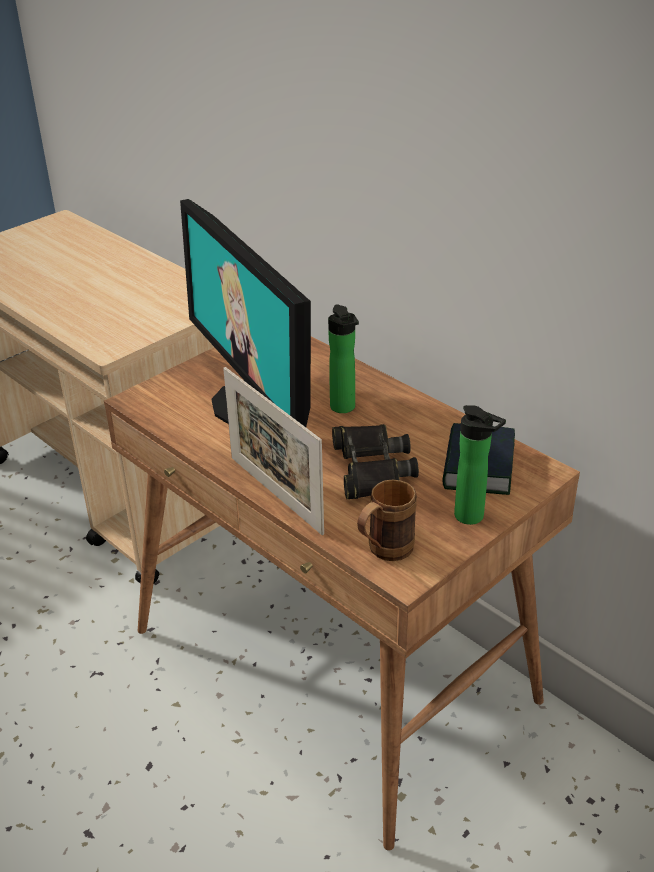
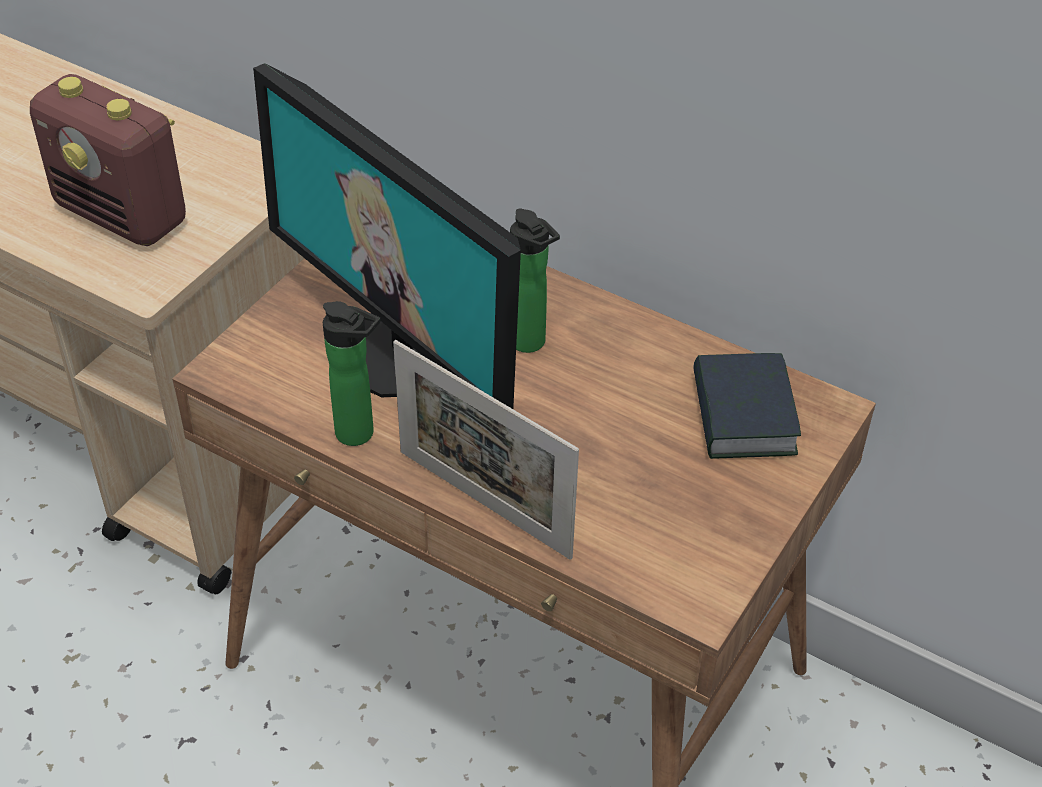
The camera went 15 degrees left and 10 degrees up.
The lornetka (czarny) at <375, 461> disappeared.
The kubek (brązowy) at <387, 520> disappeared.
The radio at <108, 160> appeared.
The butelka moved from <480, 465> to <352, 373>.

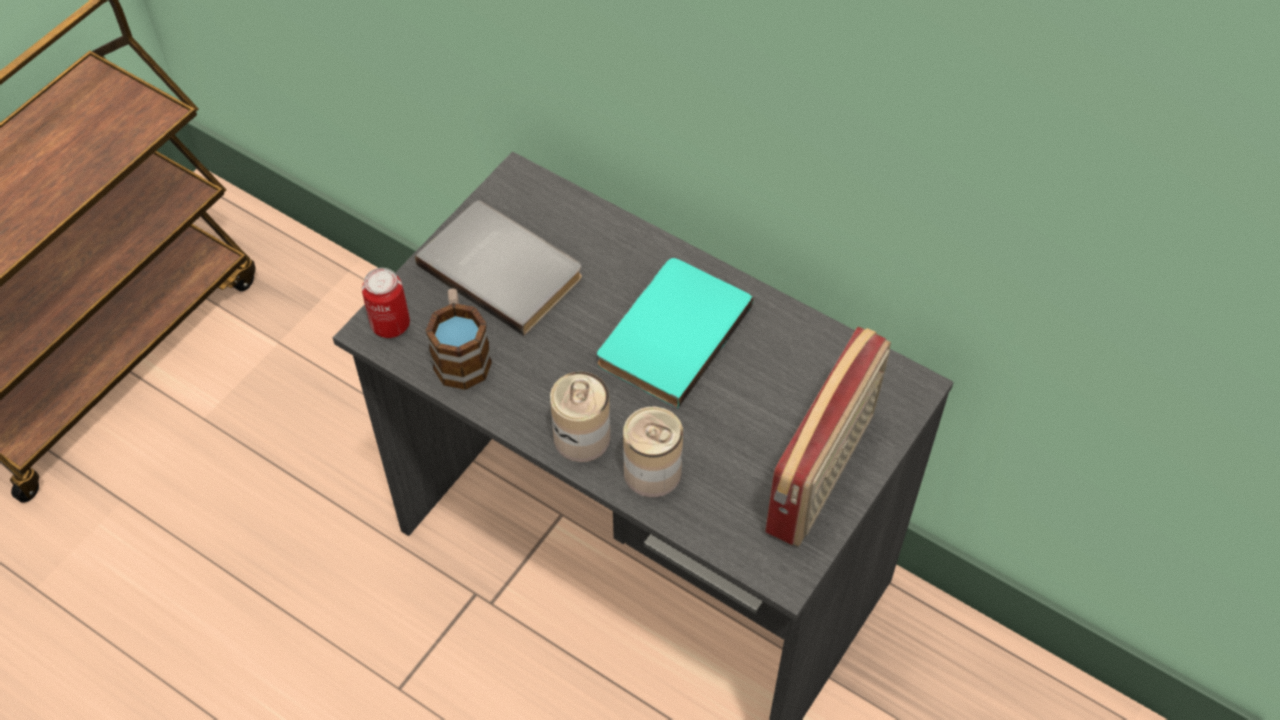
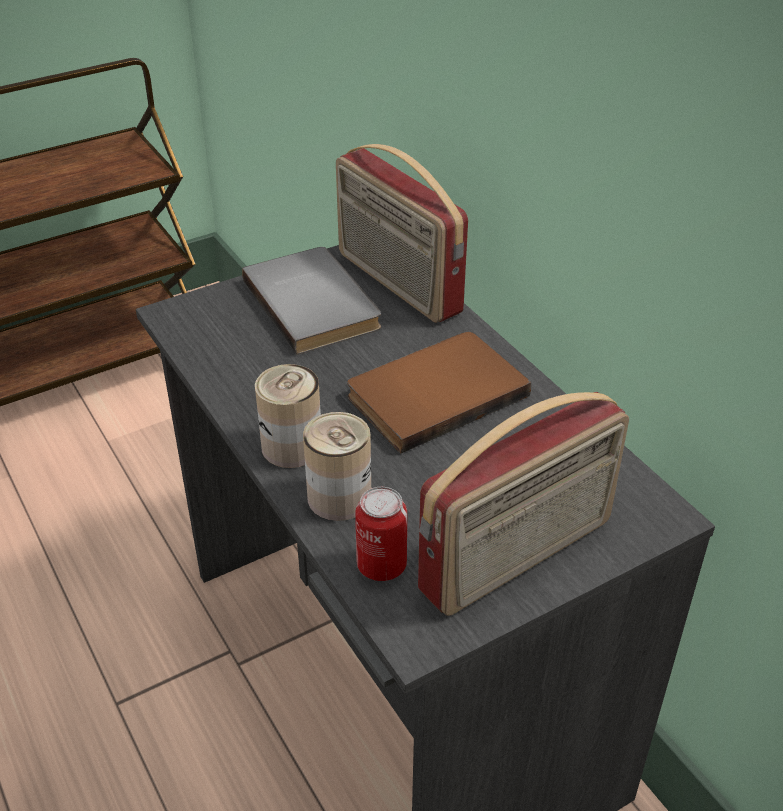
The camera went 25 degrees right and 15 degrees down.
The kubek at <459, 339> disappeared.
The radio at <402, 233> appeared.
The puszka moved from <386, 303> to <381, 534>.
The książka (turkusowy) at <675, 333> became the książka (brązowy) at <439, 392>.

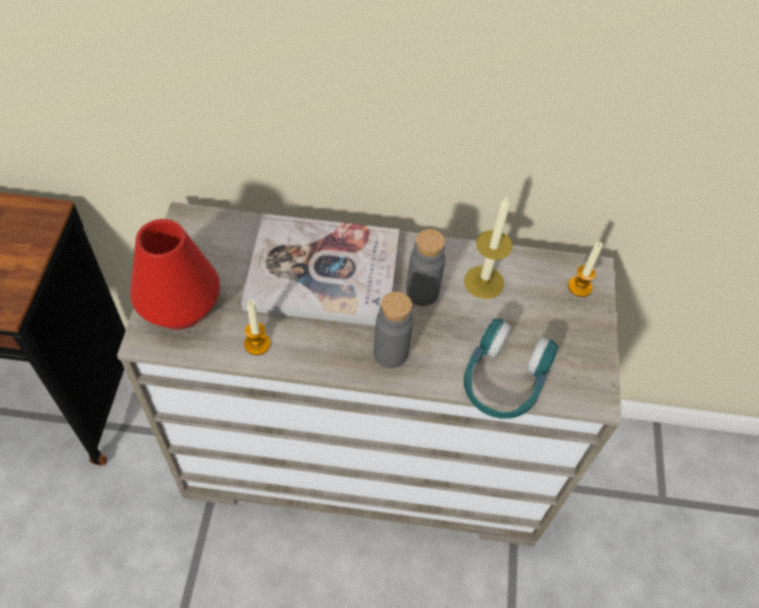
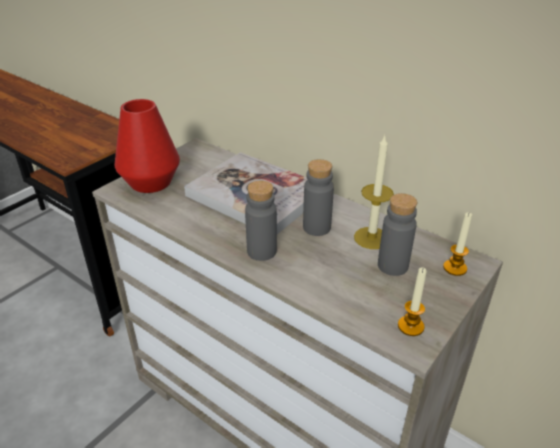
The camera went 35 degrees right and 20 degrees down.
The słuchawki (turkusowy) at <511, 368> disappeared.
The butelka (szary) at <397, 234> appeared.
The świeca moved from <257, 327> to <412, 301>.

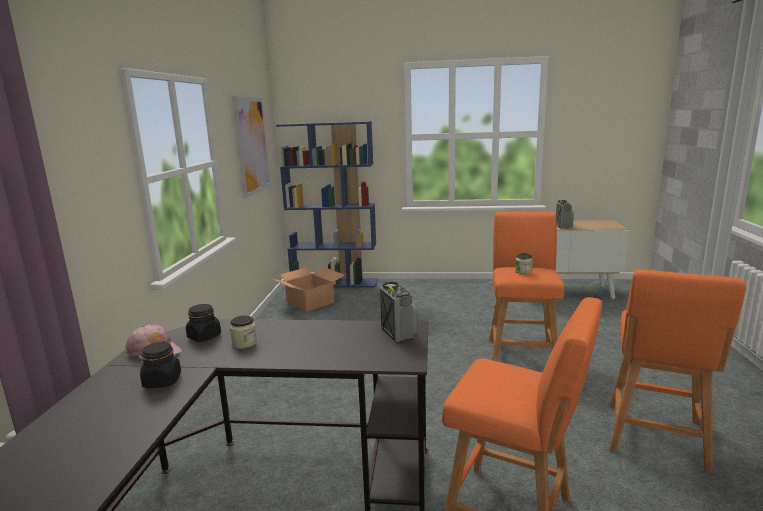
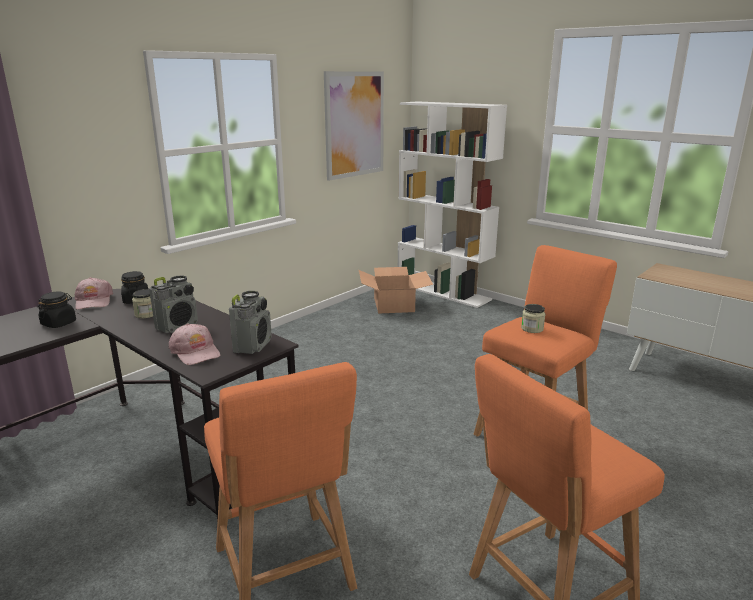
The camera went 35 degrees right and 5 degrees up.
The czapka z daszkiem (różowy) at <194, 344> appeared.
The radio moved from <565, 214> to <173, 304>.
The regał (niebieski) at <327, 204> became the regał (biały) at <452, 204>.

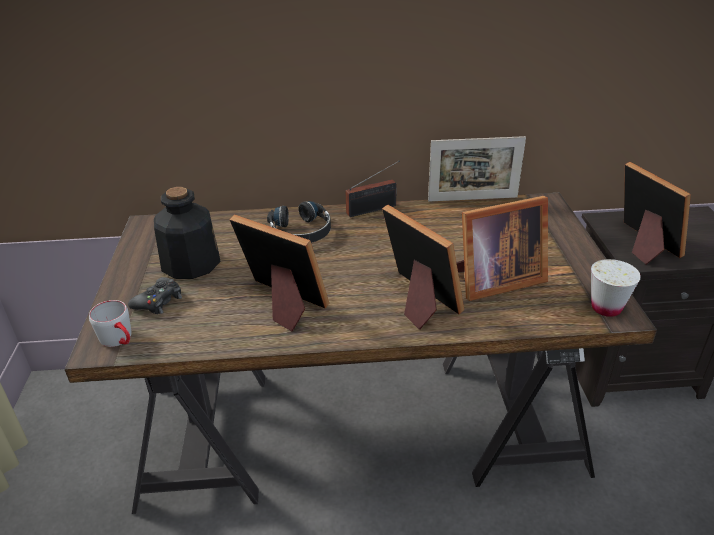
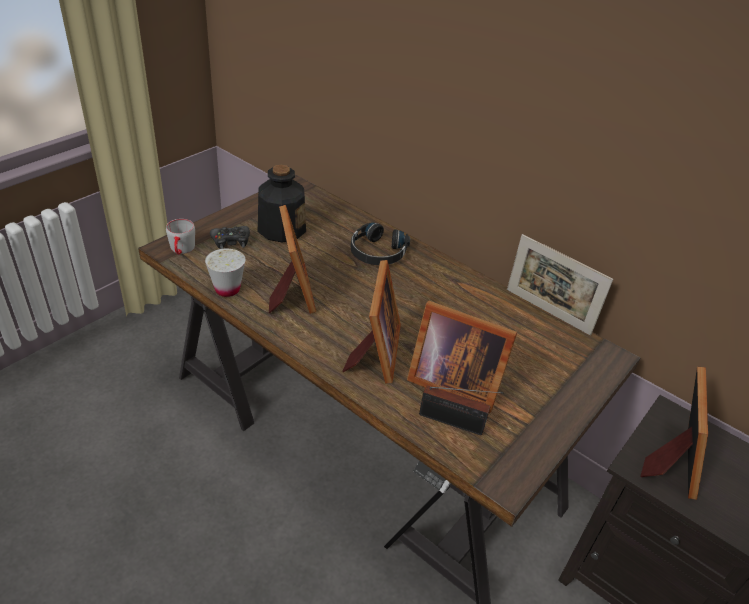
The camera went 40 degrees right and 5 degrees up.
The radio moved from <373, 188> to <461, 410>.
The filiżanka (biały) moved from <616, 288> to <225, 273>.

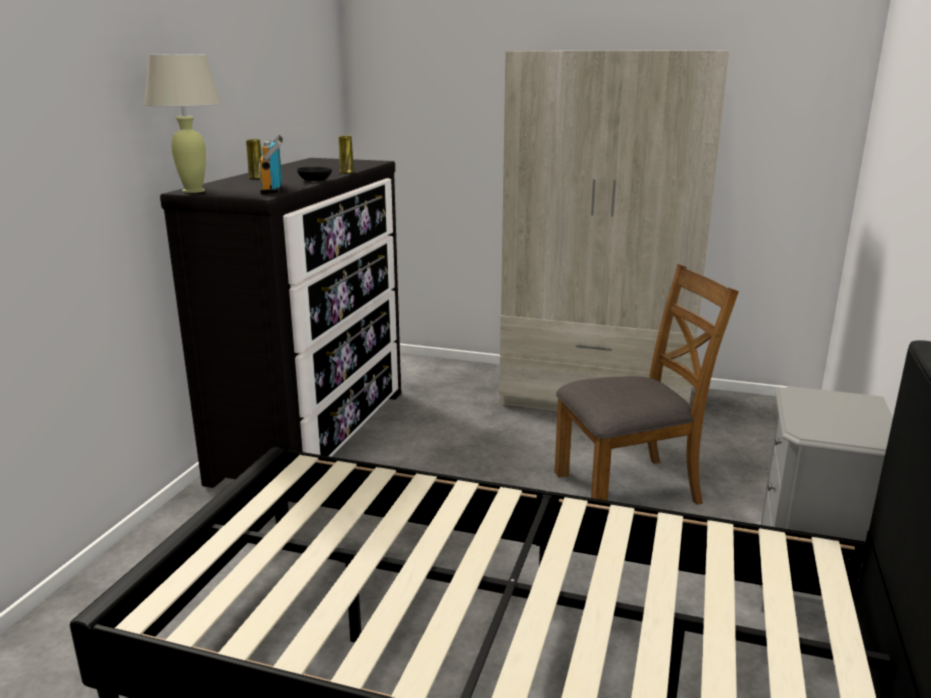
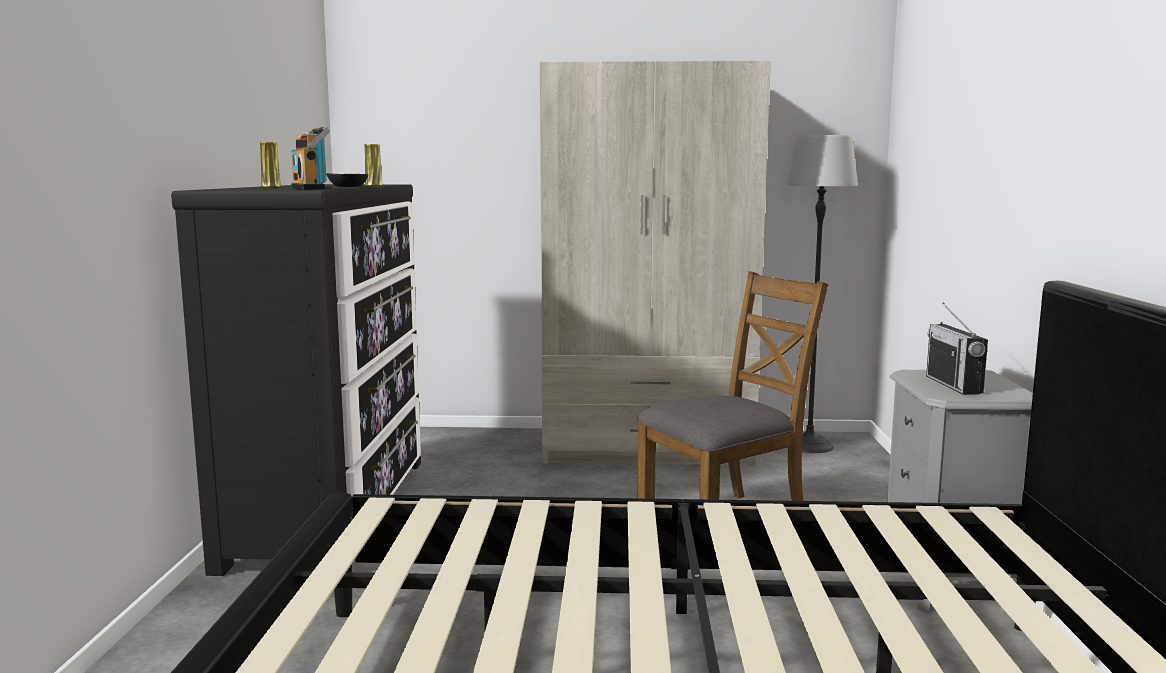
The camera went 15 degrees left and 10 degrees down.
The lampa stołowa (beżowy) at <182, 123> disappeared.
The lampa stojąca at <822, 294> appeared.
The radio at <957, 349> appeared.

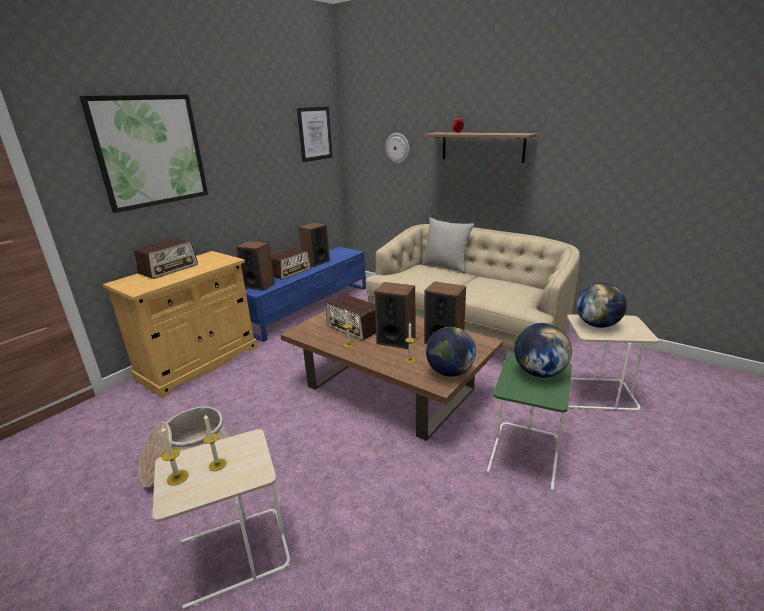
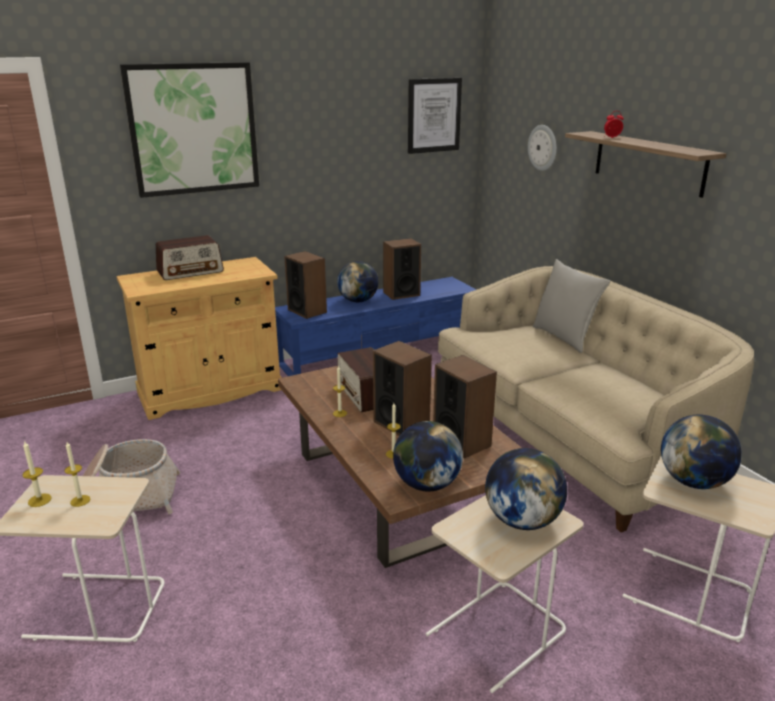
The camera went 25 degrees right and 0 degrees up.
The radio at <291, 264> was replaced by the globus at <357, 281>.
The stolik (zielony) at <529, 422> became the stolik (beżowy) at <504, 594>.

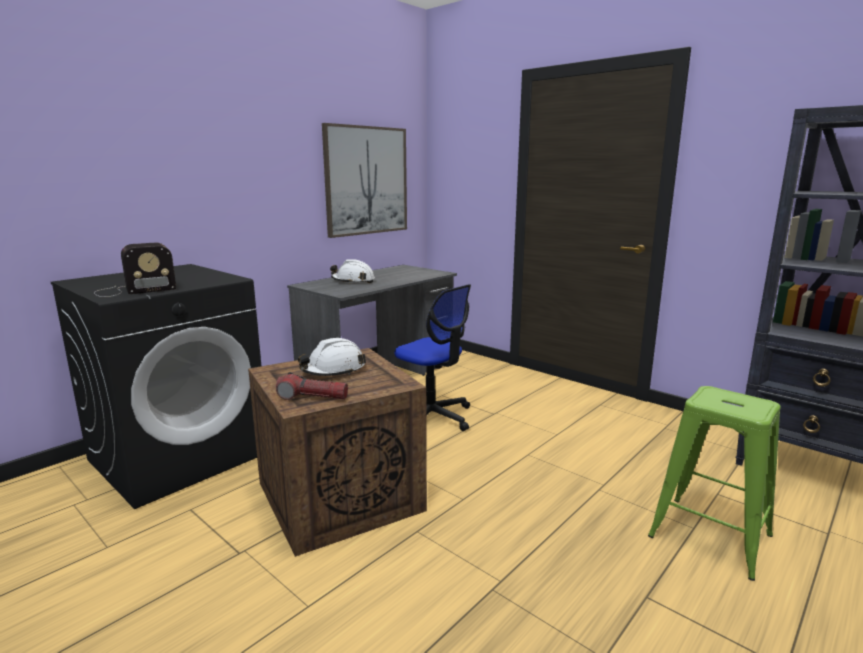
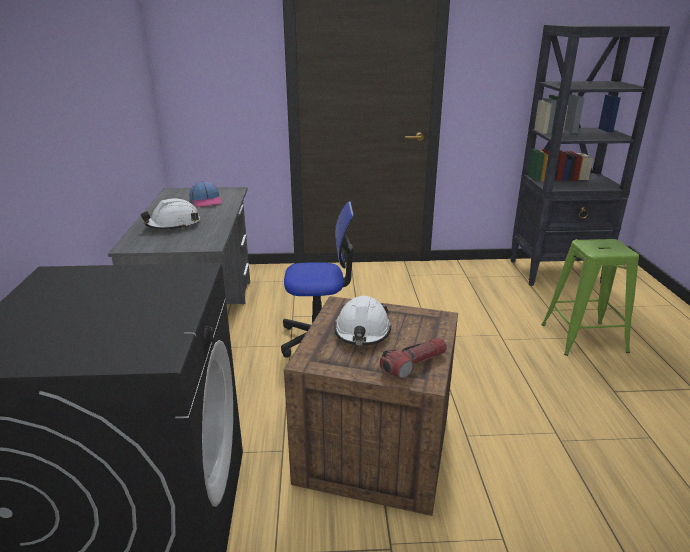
The camera went 45 degrees left and 10 degrees up.
The radio at <135, 270> disappeared.
The obraz at <364, 180> disappeared.
The czapka z daszkiem at <205, 194> appeared.

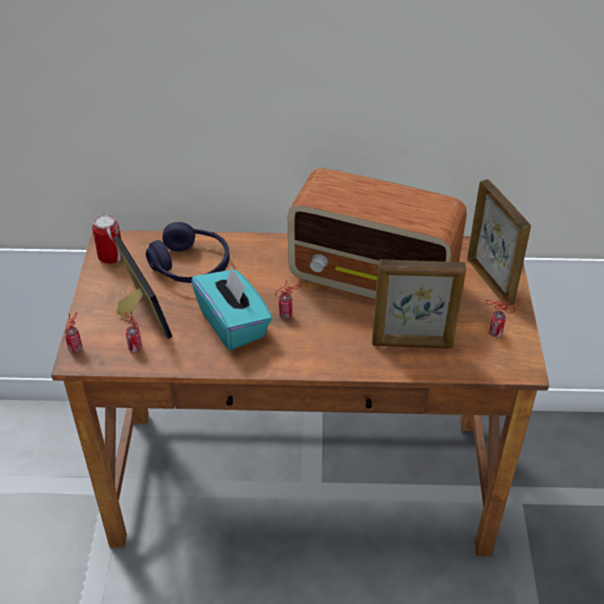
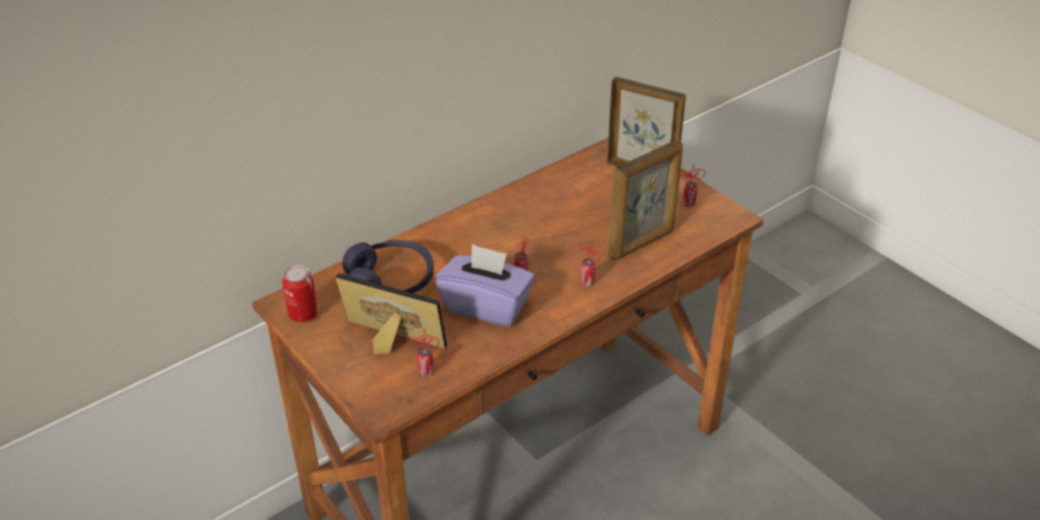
The camera went 40 degrees left and 5 degrees down.
The radio at <377, 233> disappeared.
The puszka moved from <73, 332> to <589, 263>.
The pudełko chusteczek (turkusowy) at <231, 307> became the pudełko chusteczek (fioletowy) at <485, 285>.

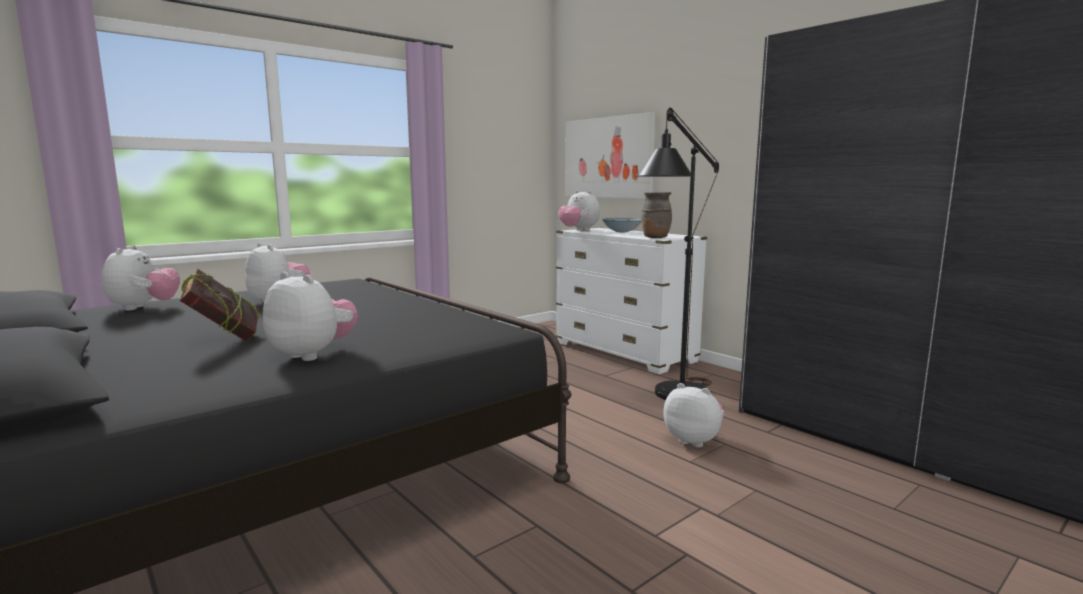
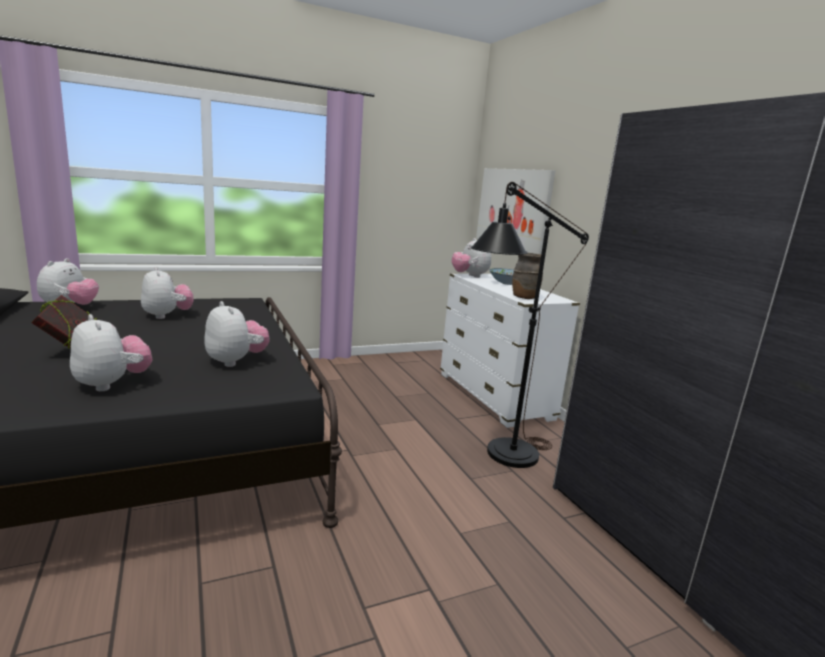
The camera went 15 degrees right and 5 degrees up.
The pluszak moved from <694, 415> to <237, 334>.

